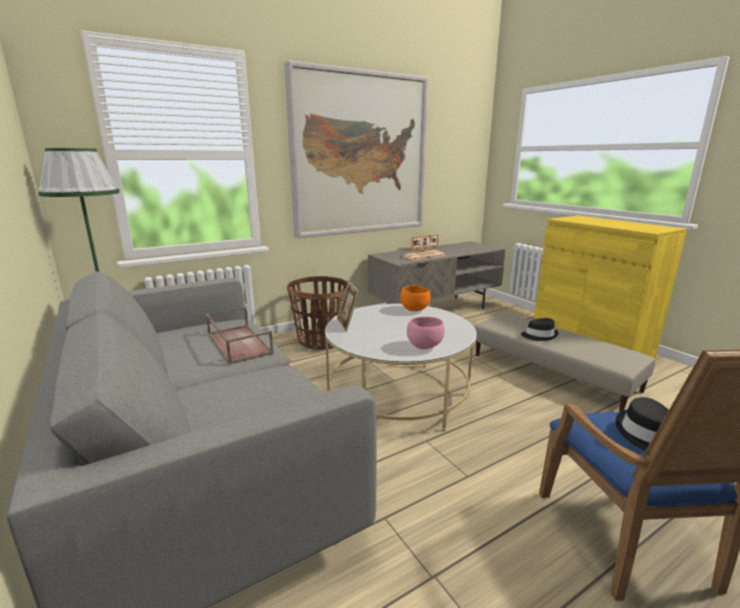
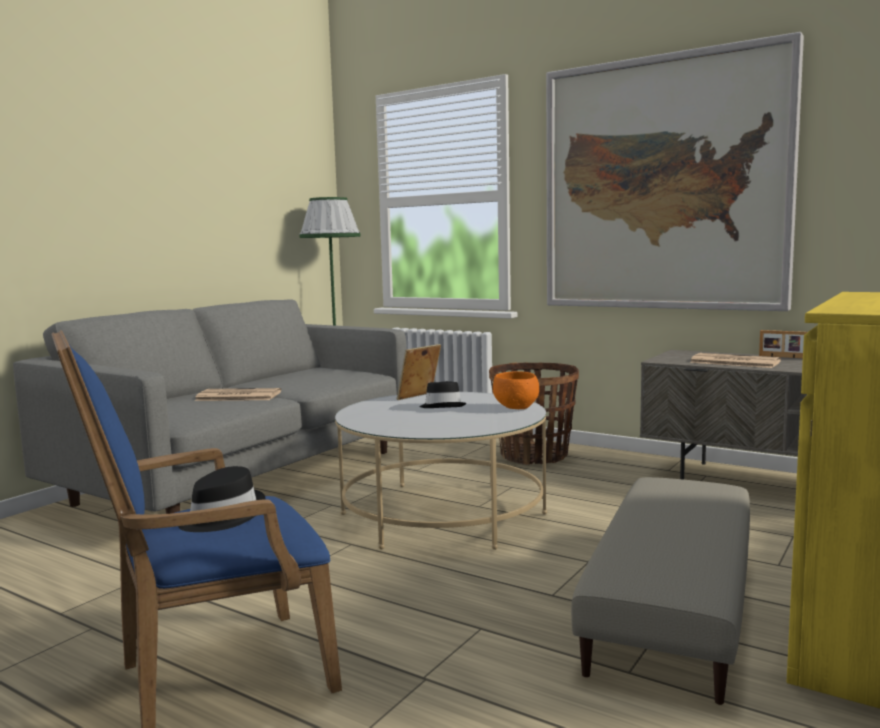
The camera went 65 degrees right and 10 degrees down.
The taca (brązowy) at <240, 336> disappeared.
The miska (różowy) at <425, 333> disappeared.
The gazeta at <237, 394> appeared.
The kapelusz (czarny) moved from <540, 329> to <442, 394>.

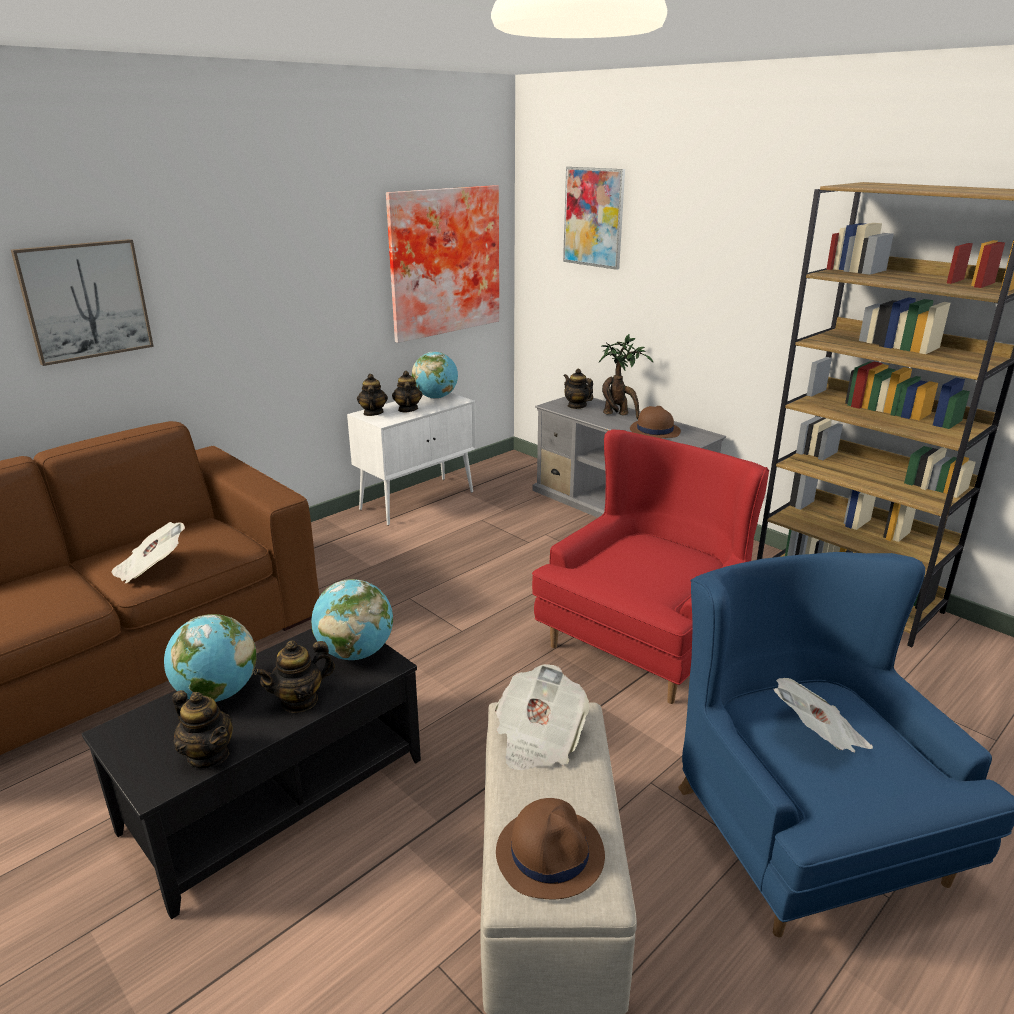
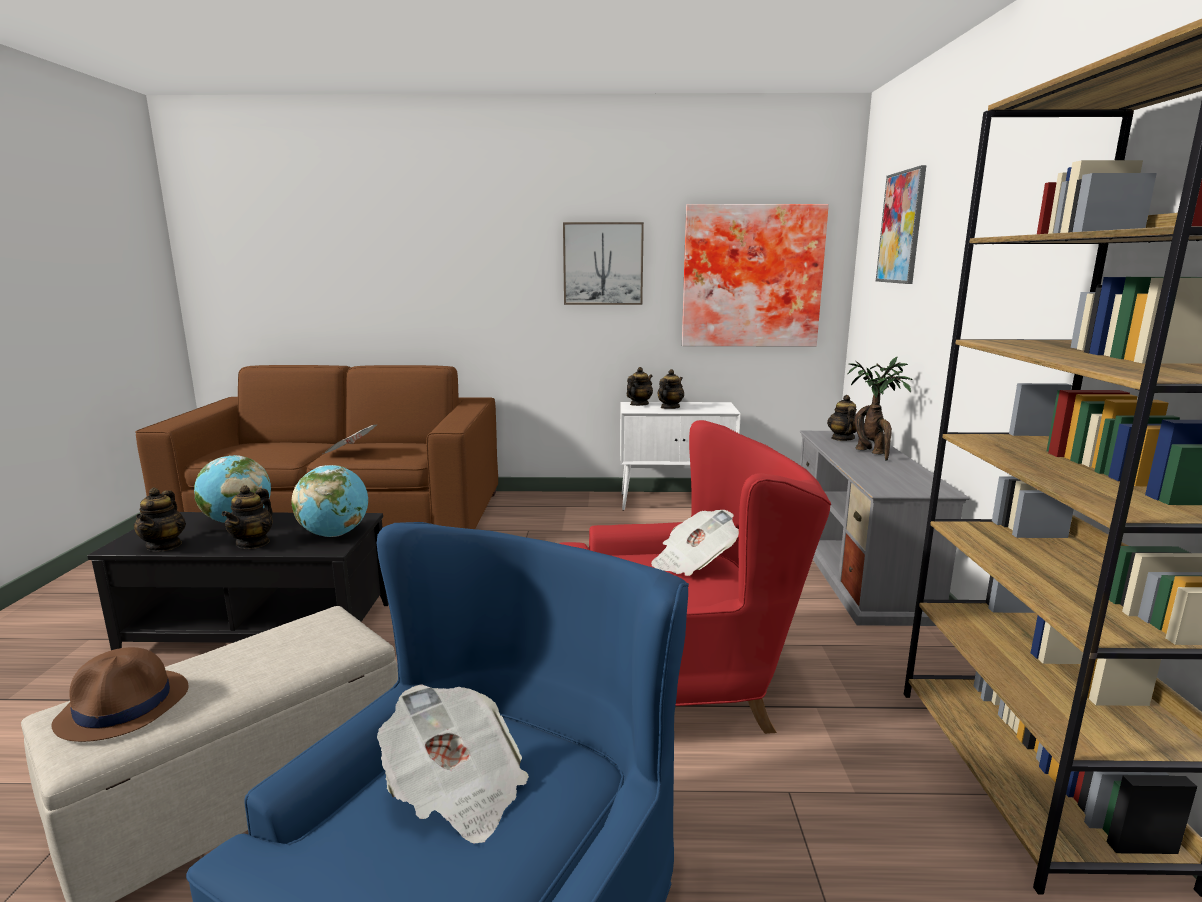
The camera went 45 degrees right and 10 degrees down.
The globus at <435, 375> disappeared.
The kapelusz (brązowy) at <655, 422> disappeared.
The obraz moved from <82, 302> to <603, 263>.
The gazeta moved from <542, 717> to <695, 543>.
The imbryk at <294, 677> turned 90 degrees counterclockwise.

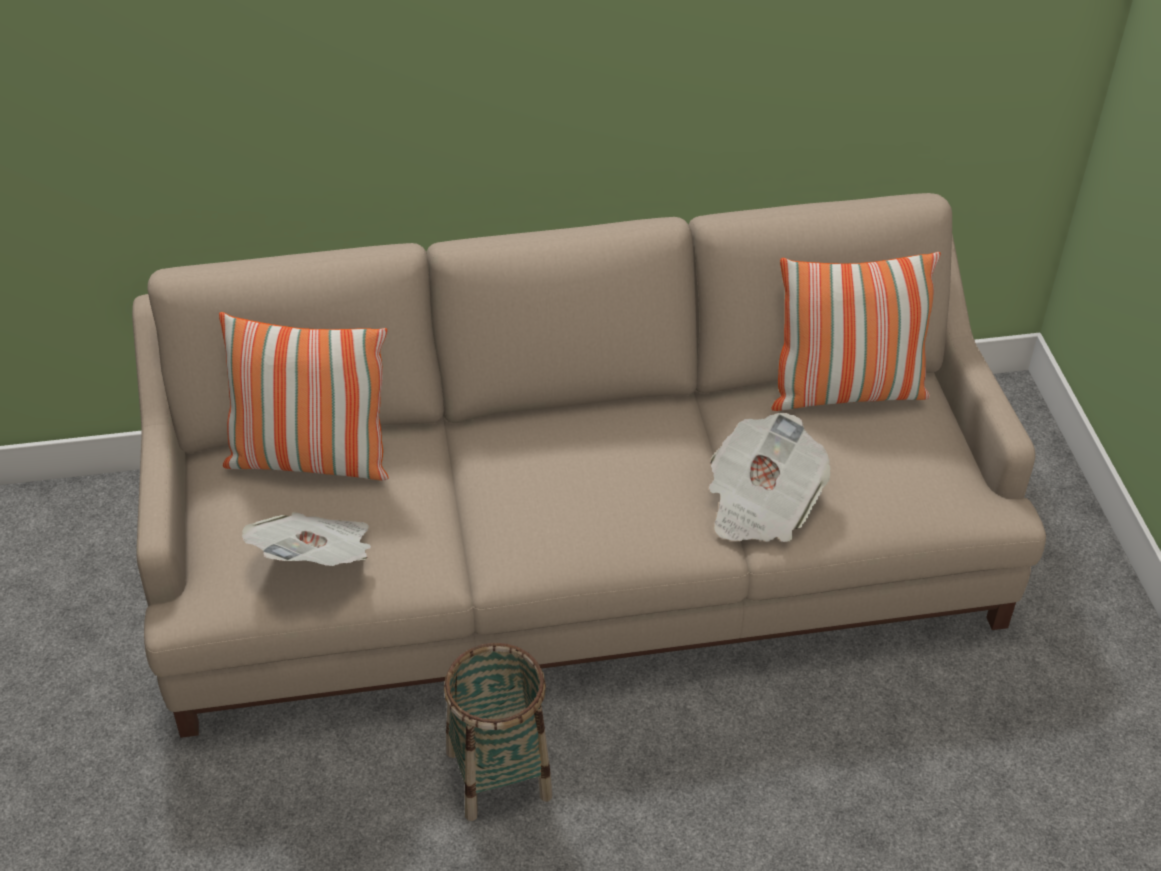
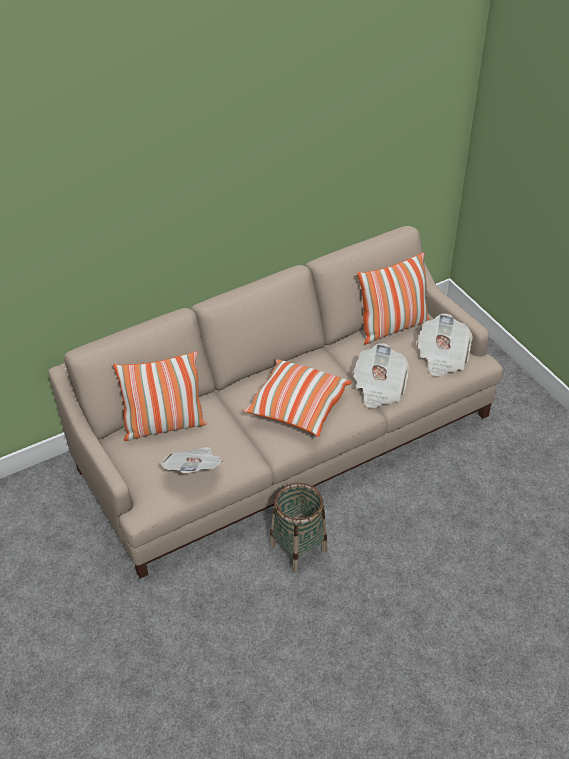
The camera went 20 degrees left and 0 degrees up.
The poduszka at <298, 398> appeared.
The gazeta at <445, 345> appeared.

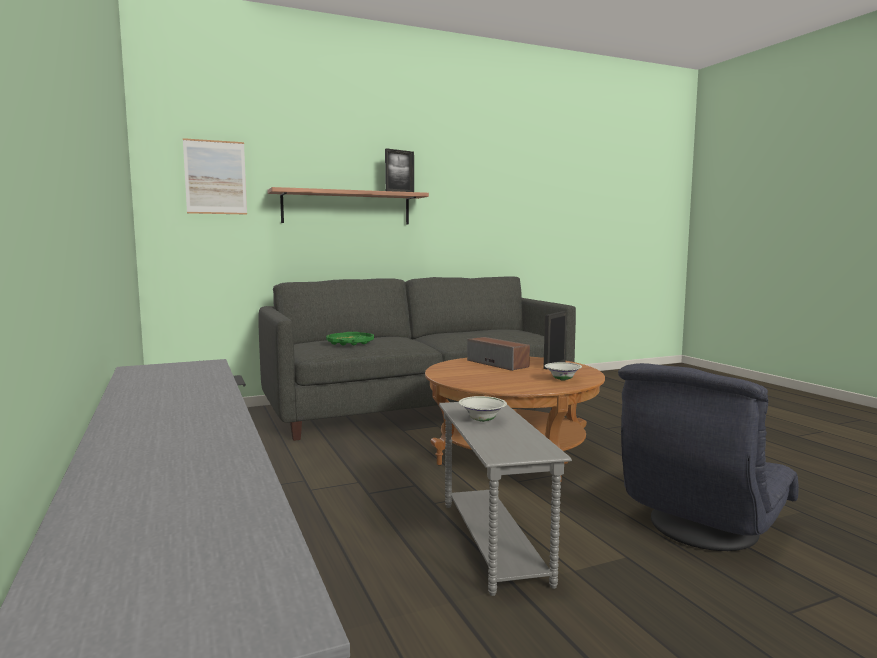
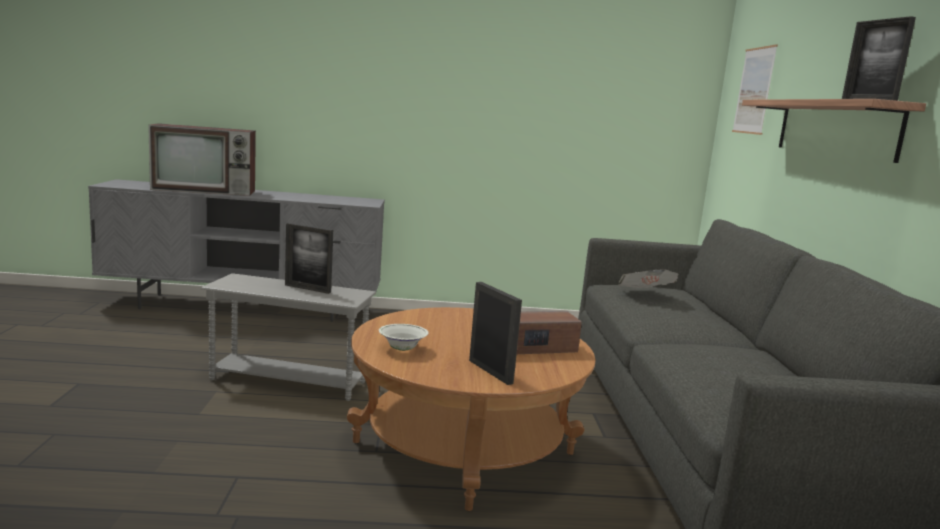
The camera went 110 degrees right and 5 degrees up.
The fotel (szary) at <708, 457> disappeared.
The telewizor at <202, 159> appeared.
The taca (zielony) at <350, 339> was replaced by the gazeta at <649, 278>.
The miska (biały) at <483, 409> was replaced by the ramka na zdjęcie at <309, 258>.

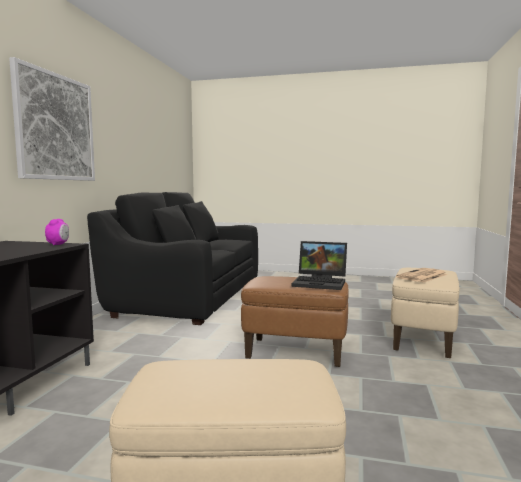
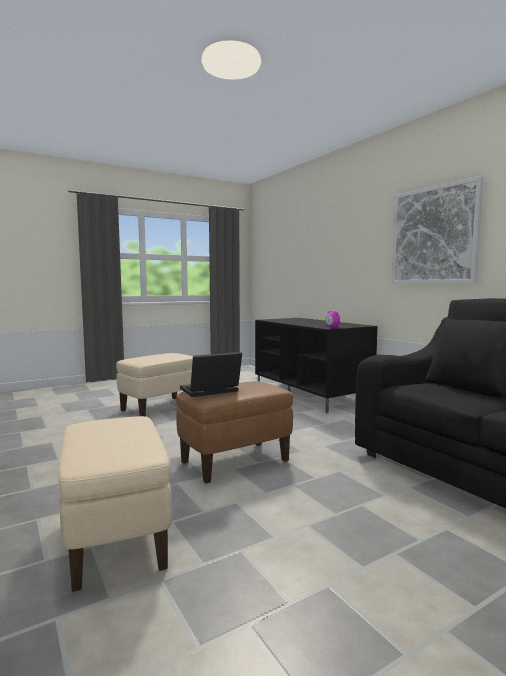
The camera went 135 degrees right and 0 degrees up.
The gazeta at <422, 275> disappeared.

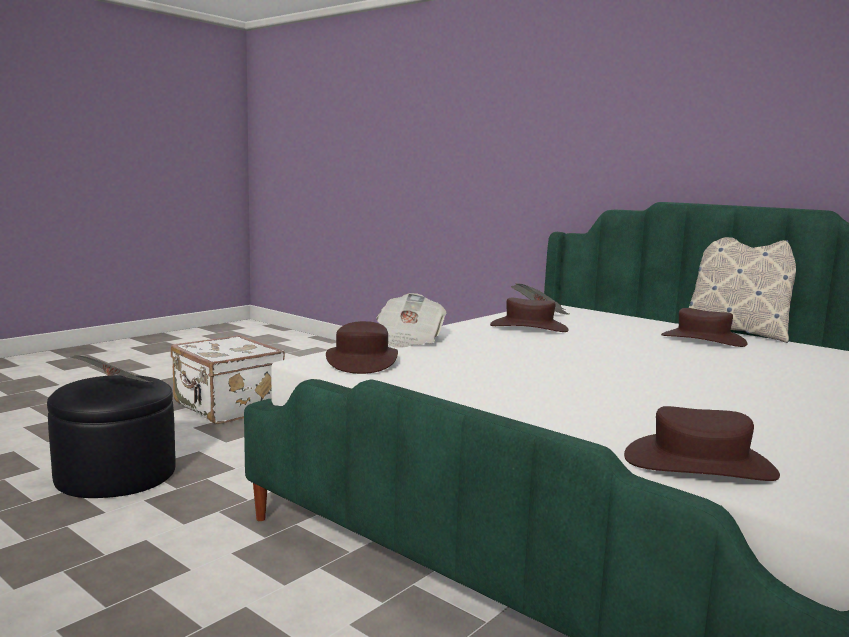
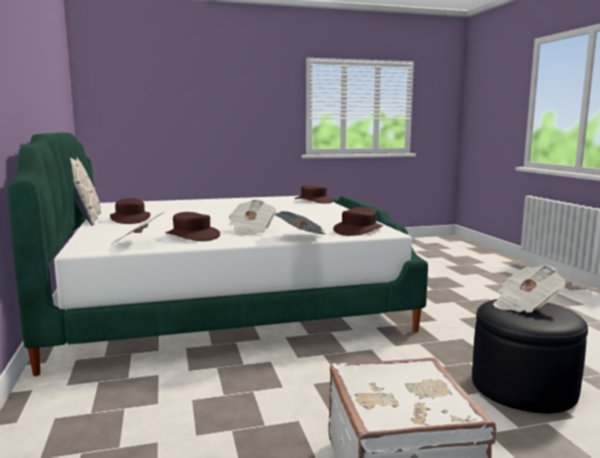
The camera went 145 degrees left and 0 degrees up.
The gazeta at <252, 218> appeared.

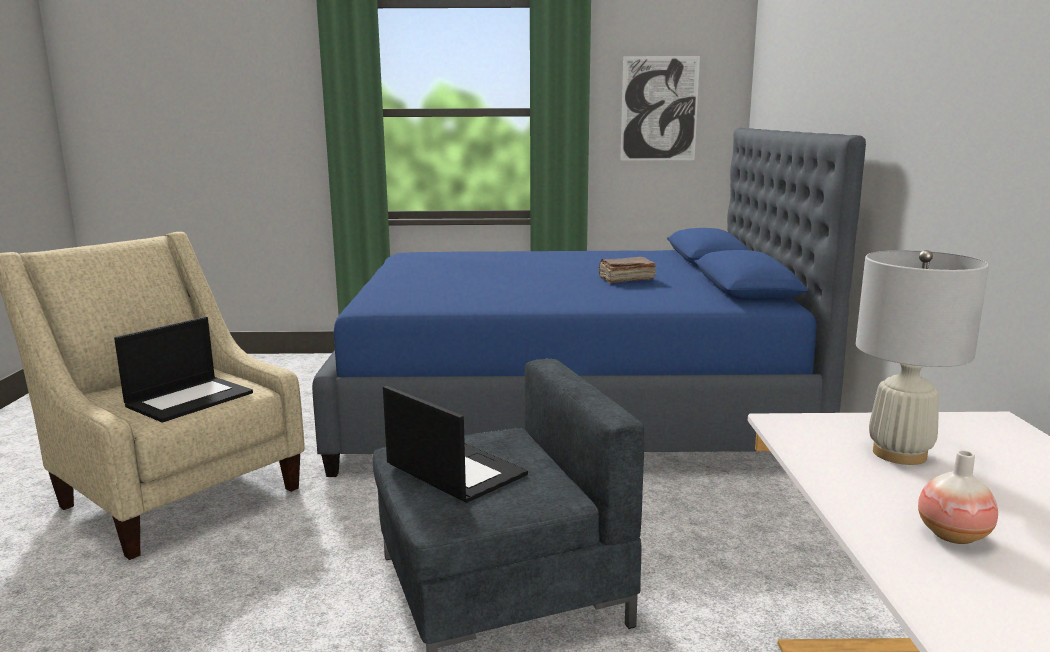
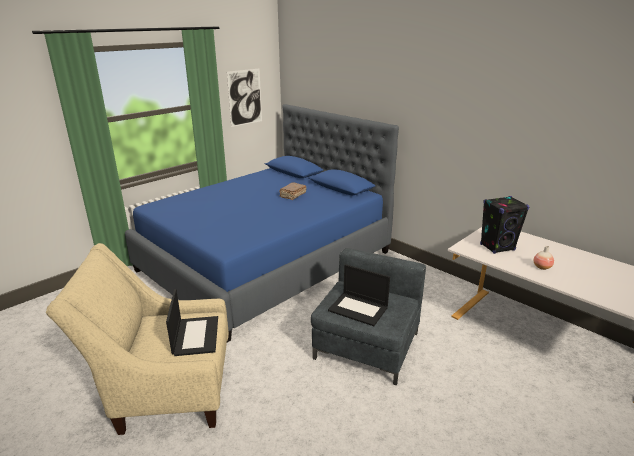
The camera went 45 degrees left and 10 degrees up.
The lampa stołowa (biały) at <922, 357> was replaced by the głośnik (czarny) at <504, 225>.
The laptop at <455, 444> turned 150 degrees counterclockwise.

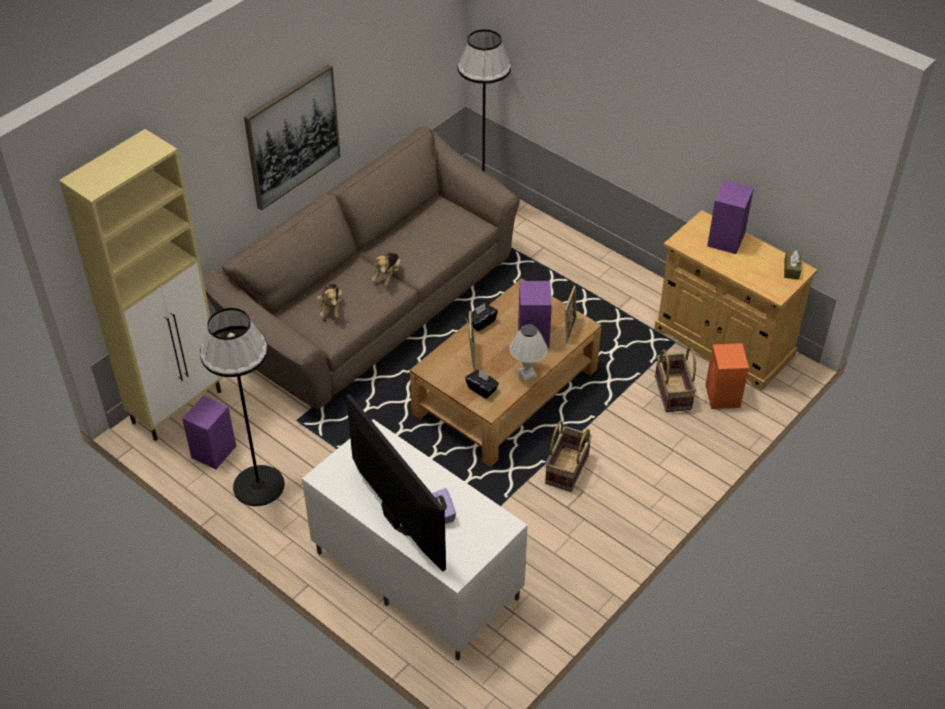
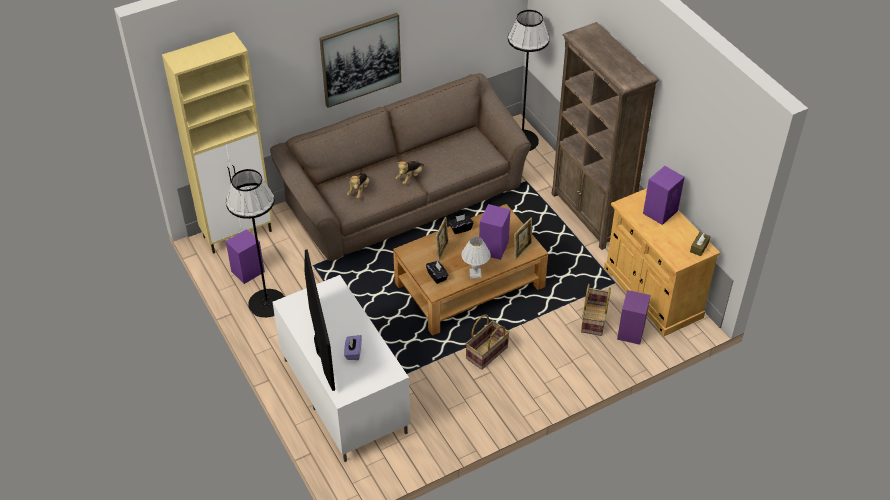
The camera went 20 degrees right and 0 degrees up.
The regał (brązowy) at <605, 136> appeared.
The głośnik (pomarańczowy) at <727, 376> became the głośnik (fioletowy) at <634, 317>.

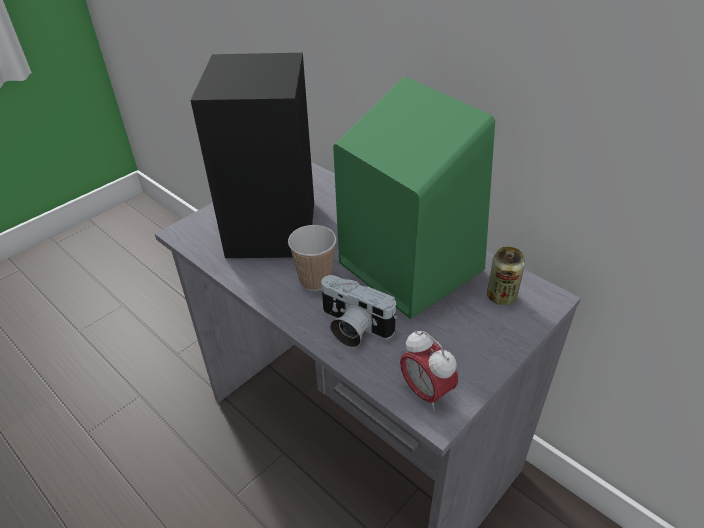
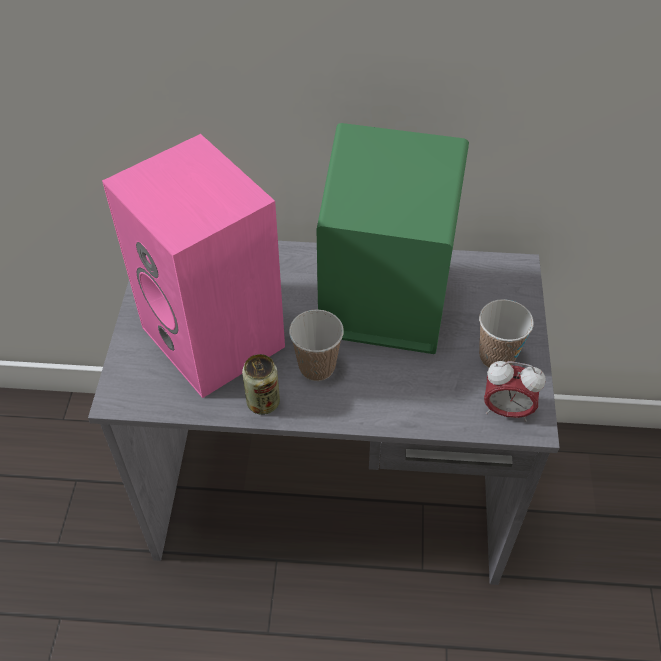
The camera went 40 degrees left and 10 degrees up.
The aparat fotograficzny at <359, 311> disappeared.
The filiżanka at <506, 333> appeared.
The puszka moved from <506, 276> to <261, 384>.
The głośnik (czarny) at <252, 155> became the głośnik (różowy) at <193, 266>.

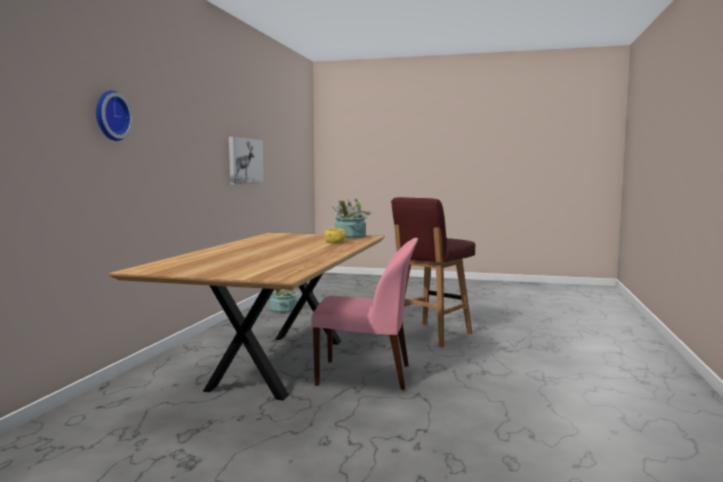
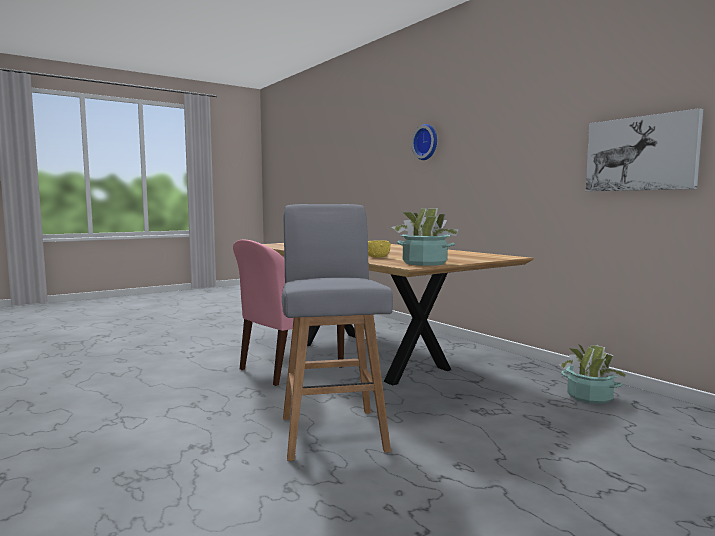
The camera went 130 degrees right and 0 degrees up.
The stołek (czerwony) at <433, 272> became the stołek (szary) at <337, 332>.

